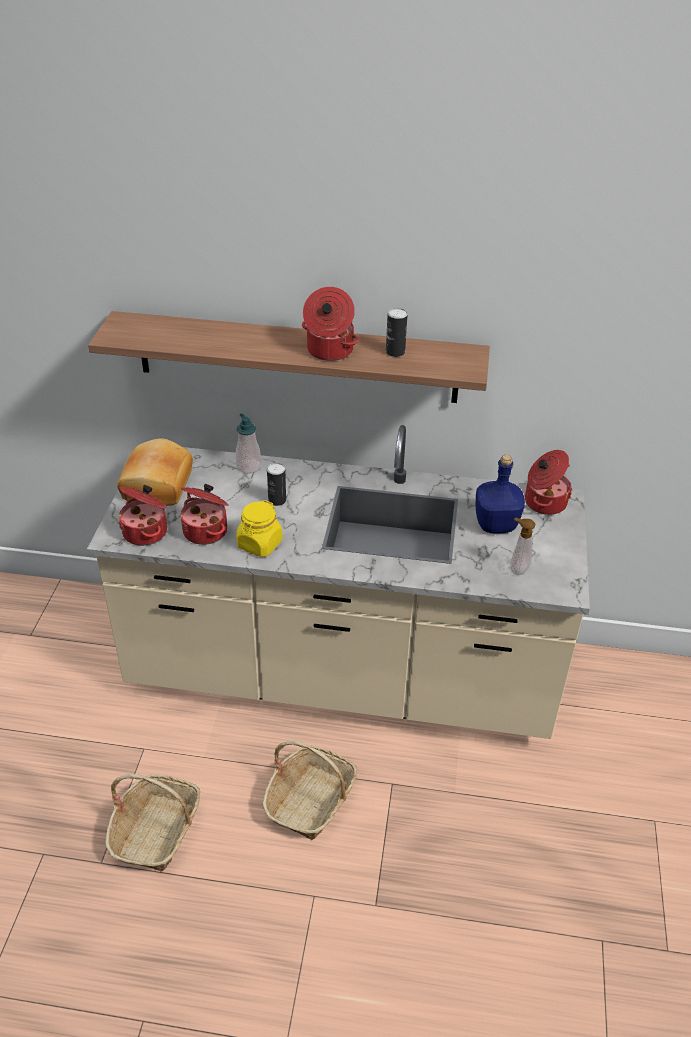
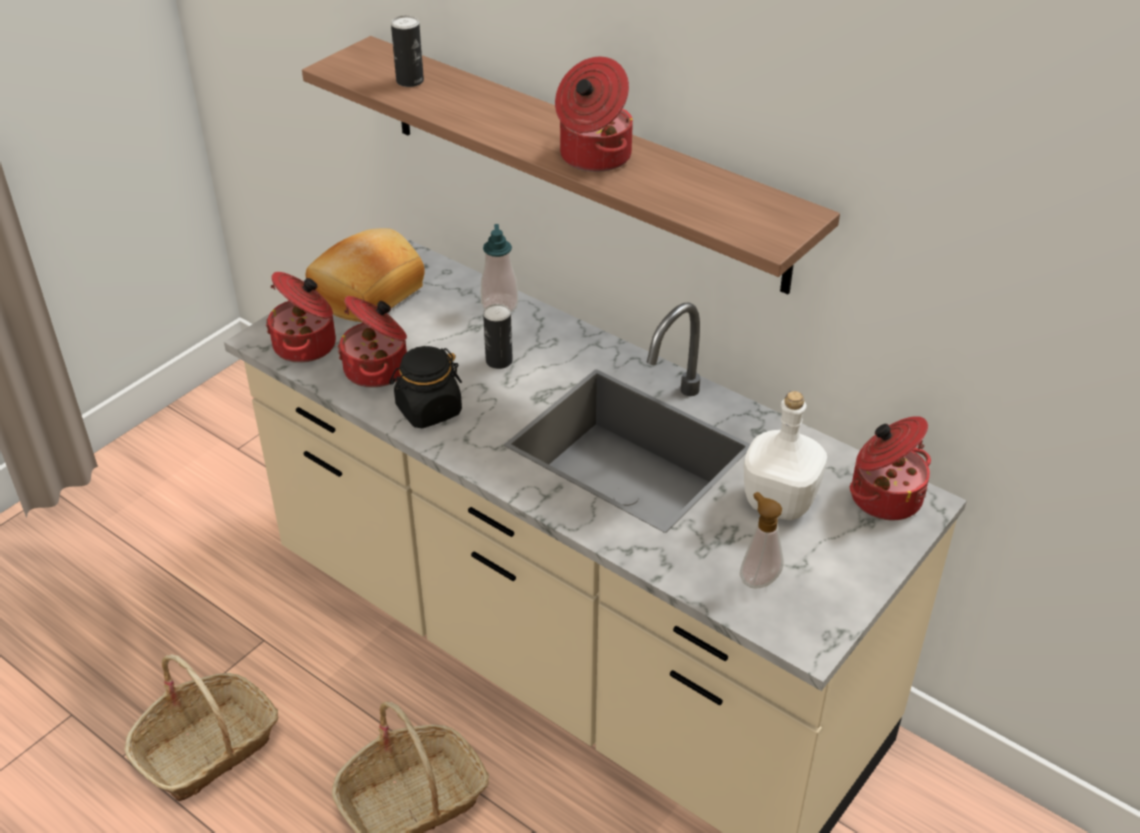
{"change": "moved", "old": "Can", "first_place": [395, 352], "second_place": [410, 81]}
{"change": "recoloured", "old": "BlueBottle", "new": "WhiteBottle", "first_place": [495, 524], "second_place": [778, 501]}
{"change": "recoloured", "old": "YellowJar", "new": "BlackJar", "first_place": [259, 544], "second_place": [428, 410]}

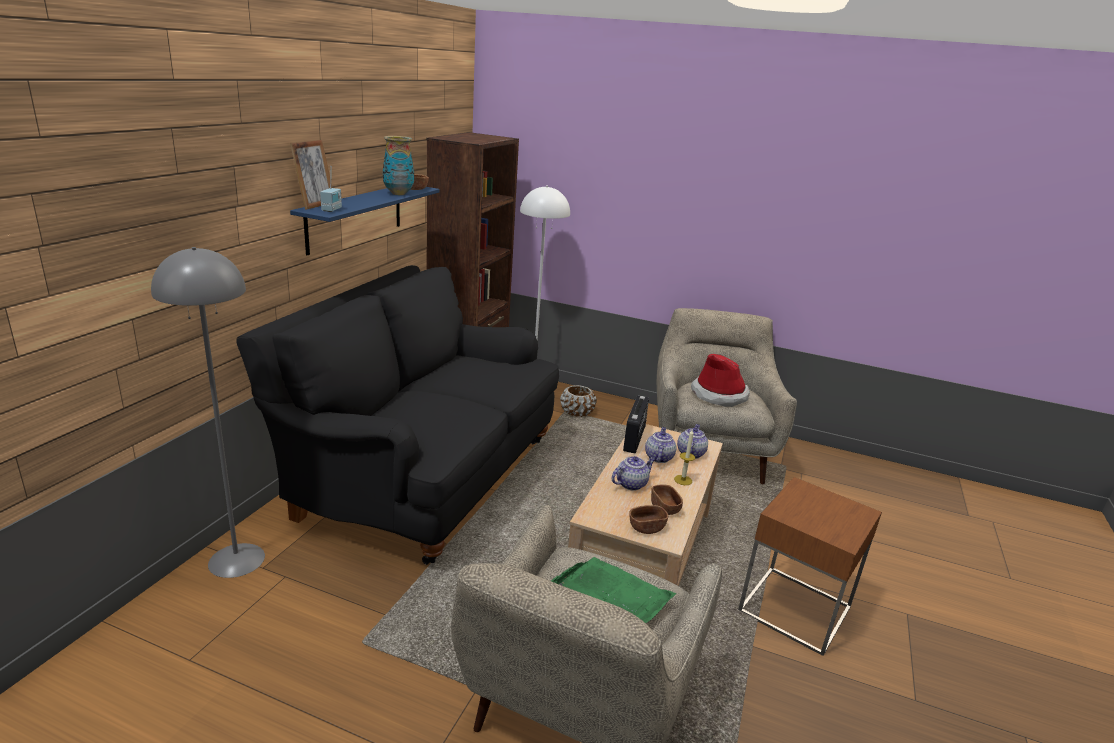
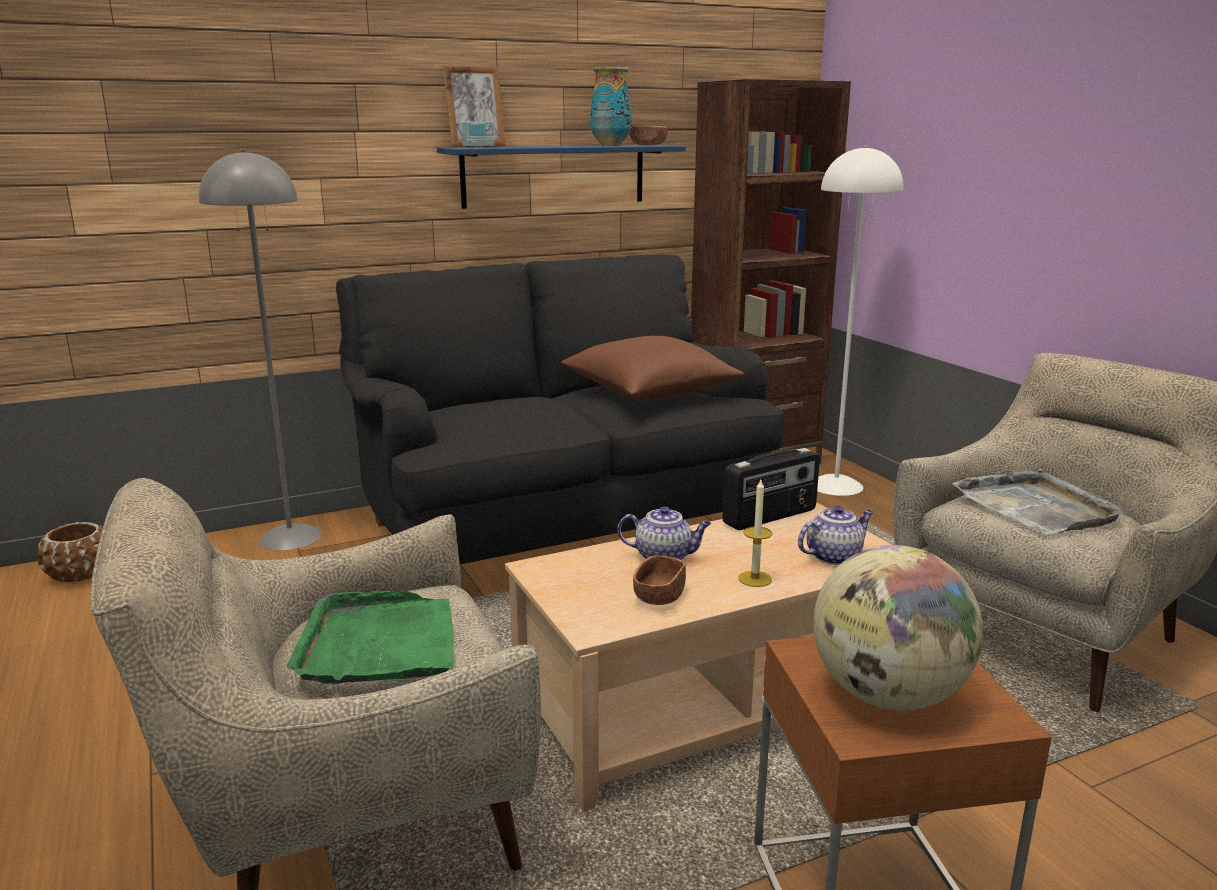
{"change": "replaced", "old": "Hat", "new": "GreyTray", "first_place": [719, 395], "second_place": [1036, 507]}
{"change": "moved", "old": "BrownPlanter", "first_place": [576, 412], "second_place": [81, 573]}
{"change": "removed", "old": "Teapot", "first_place": [658, 457]}
{"change": "removed", "old": "BrownBowl", "first_place": [646, 528]}
{"change": "added", "new": "BrownPillow", "second_place": [650, 392]}
{"change": "added", "new": "Globe", "second_place": [887, 695]}

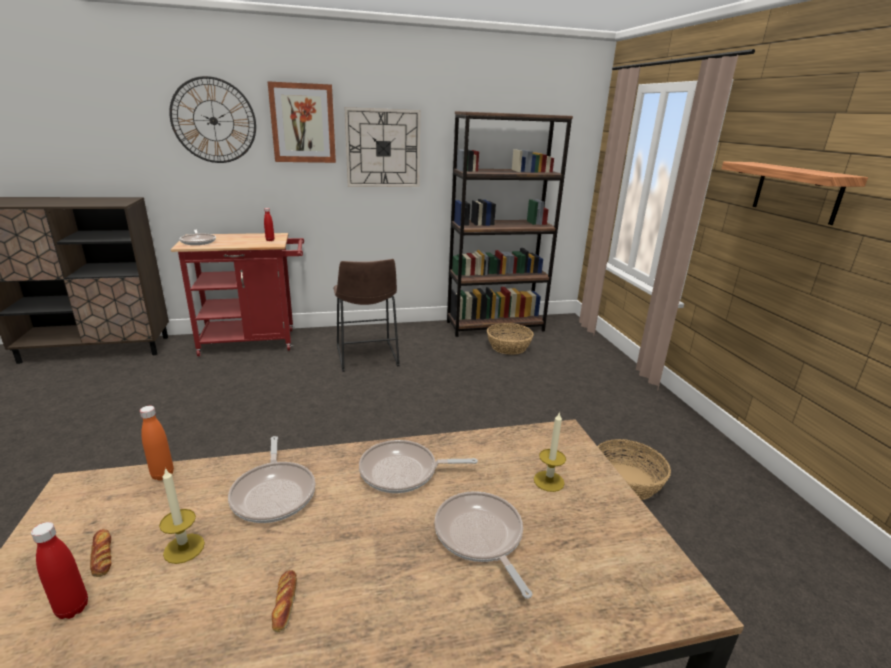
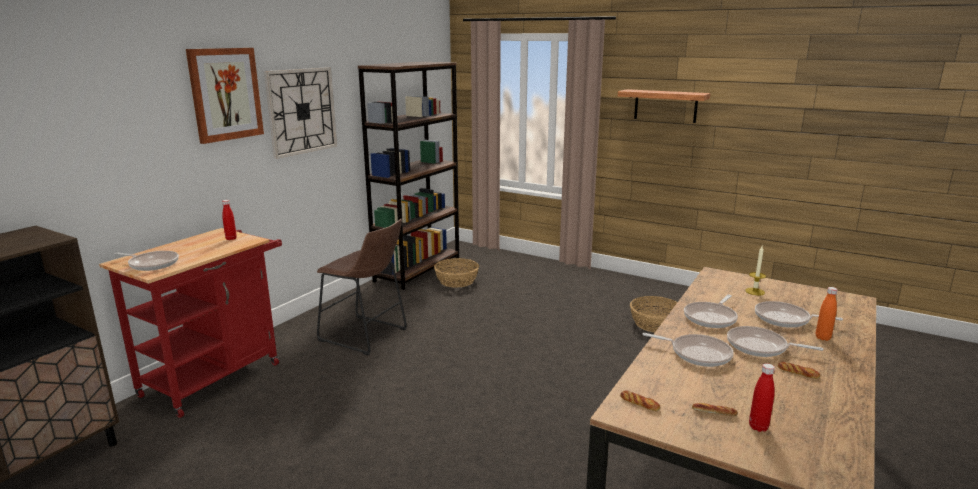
{"change": "removed", "old": "WallClock", "first_place": [213, 121]}
{"change": "moved", "old": "OrangeBottle", "first_place": [162, 475], "second_place": [822, 338]}
{"change": "removed", "old": "Candle", "first_place": [184, 548]}
{"change": "added", "new": "FryingPan", "second_place": [760, 347]}
{"change": "added", "new": "Bread", "second_place": [639, 403]}

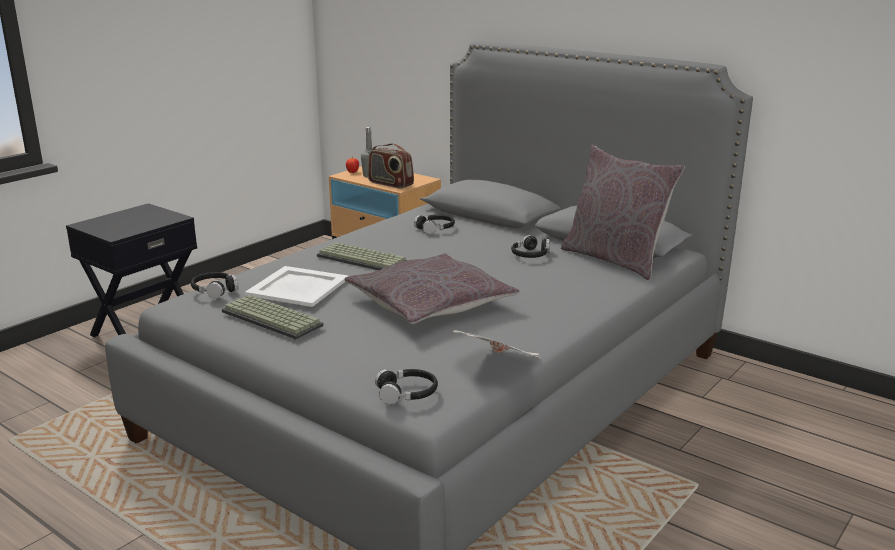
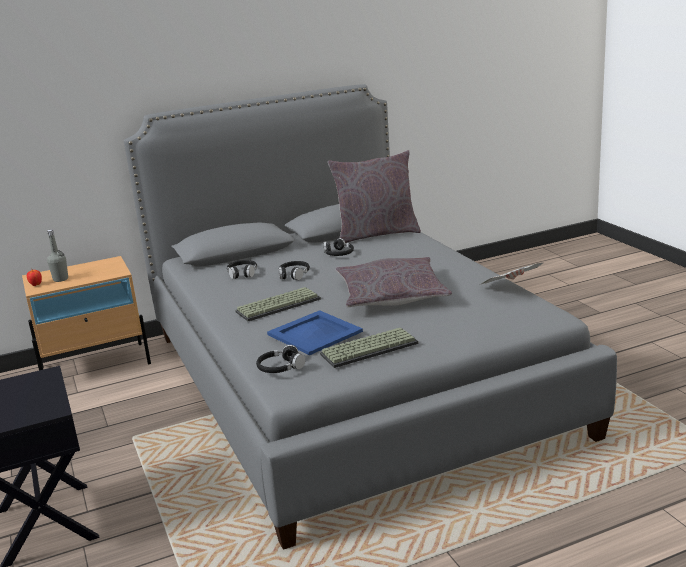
{"change": "removed", "old": "Radio", "first_place": [390, 184]}
{"change": "recoloured", "old": "WhiteTray", "new": "BlueTray", "first_place": [298, 287], "second_place": [315, 333]}
{"change": "moved", "old": "BlackHeadphones", "first_place": [407, 393], "second_place": [294, 275]}

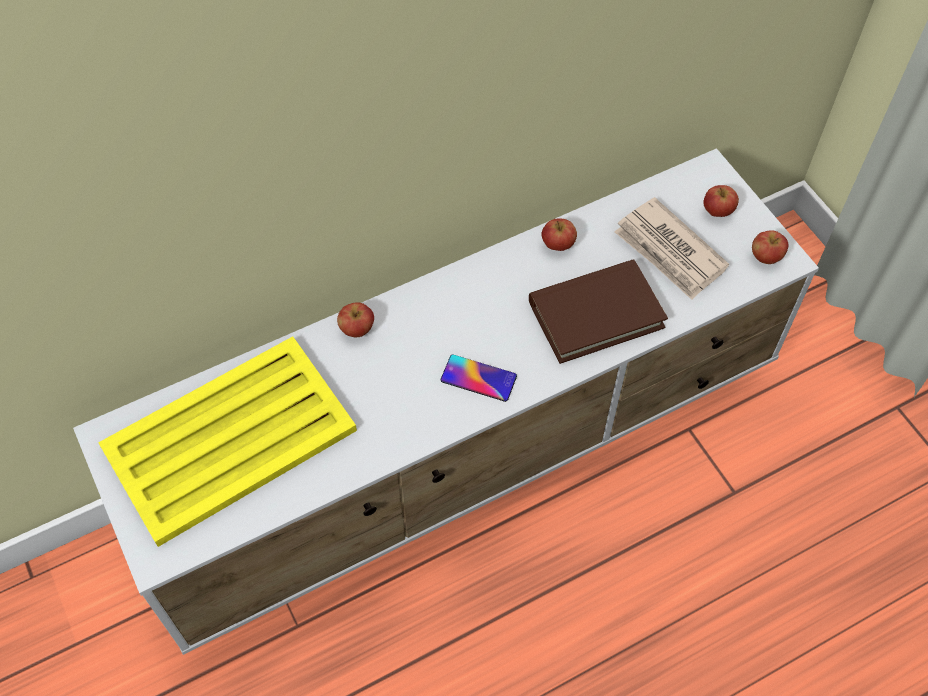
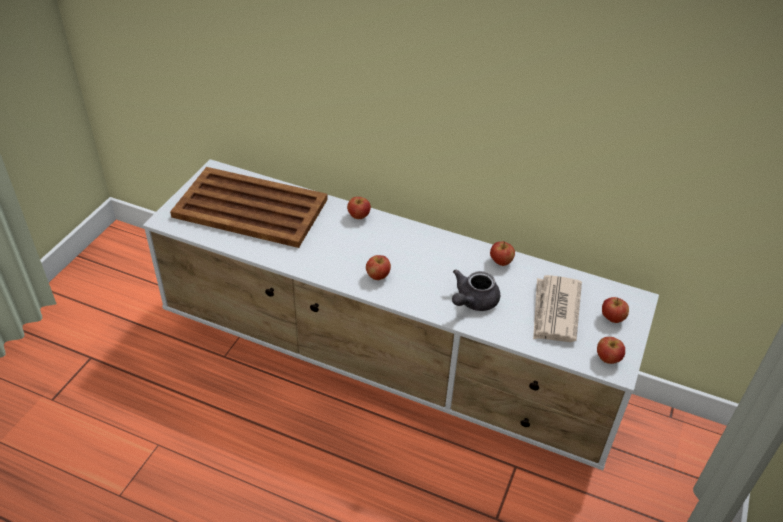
{"change": "replaced", "old": "BrownBook", "new": "GreyTeapot", "first_place": [596, 314], "second_place": [473, 301]}
{"change": "recoloured", "old": "YellowTray", "new": "BrownTray", "first_place": [232, 438], "second_place": [252, 209]}
{"change": "replaced", "old": "Phone", "new": "Apple", "first_place": [478, 378], "second_place": [377, 276]}

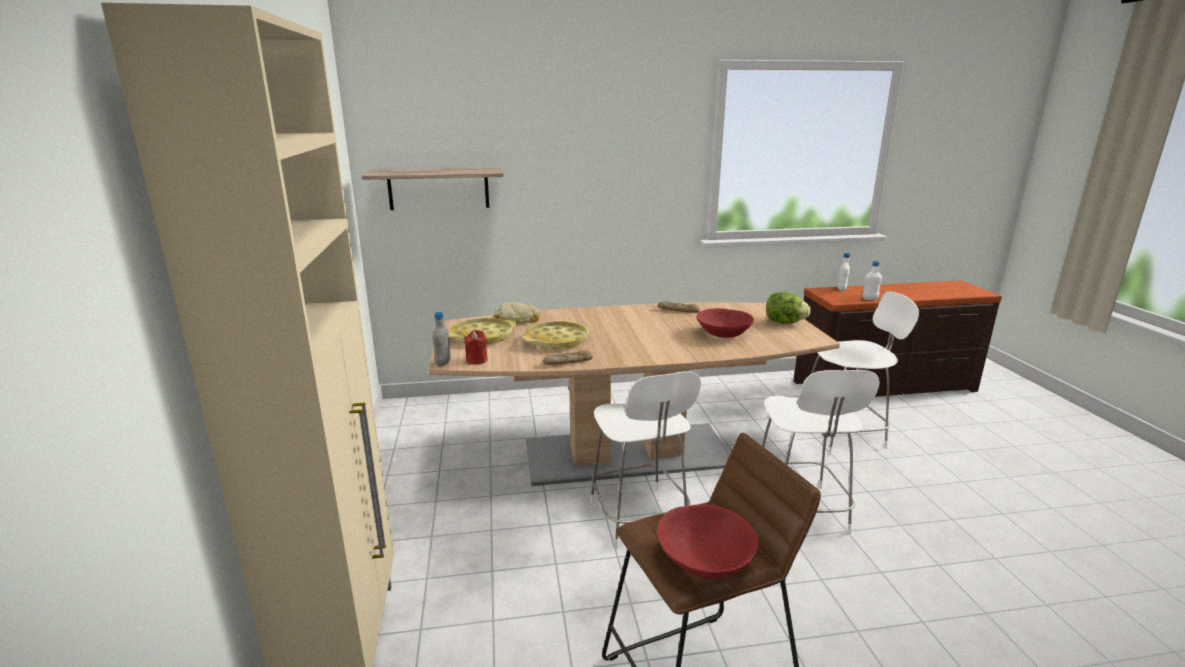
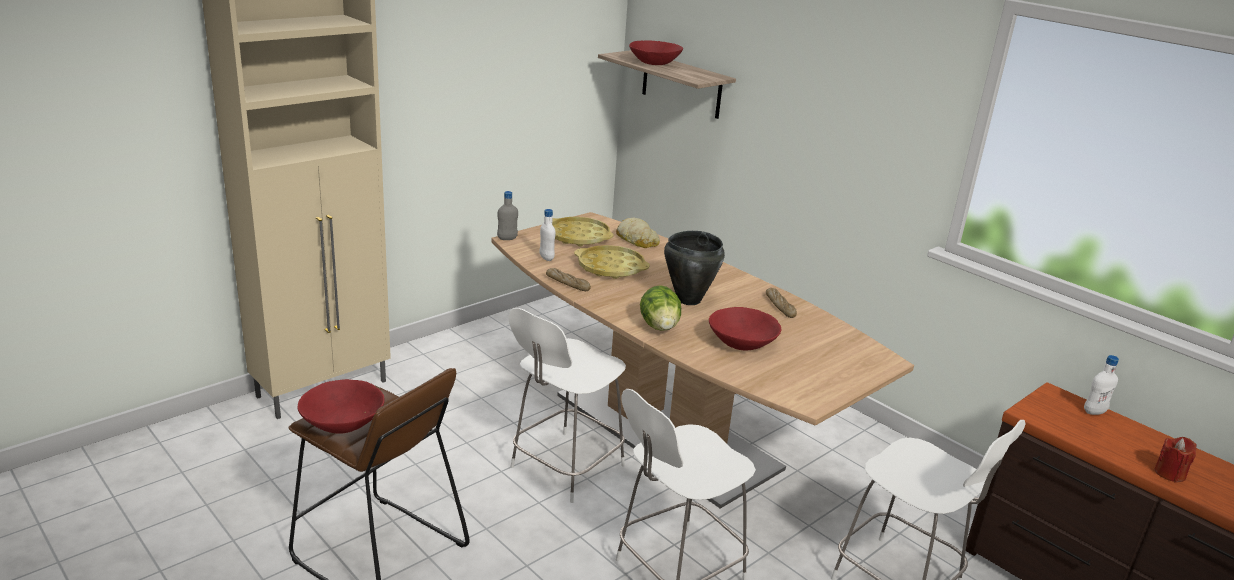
{"change": "moved", "old": "WhiteBottle", "first_place": [869, 299], "second_place": [546, 258]}
{"change": "moved", "old": "Lettuce", "first_place": [784, 322], "second_place": [659, 327]}
{"change": "moved", "old": "RedCandle", "first_place": [476, 360], "second_place": [1169, 473]}
{"change": "added", "new": "RedBowl", "second_place": [654, 63]}
{"change": "added", "new": "BlackCookingPot", "second_place": [688, 300]}

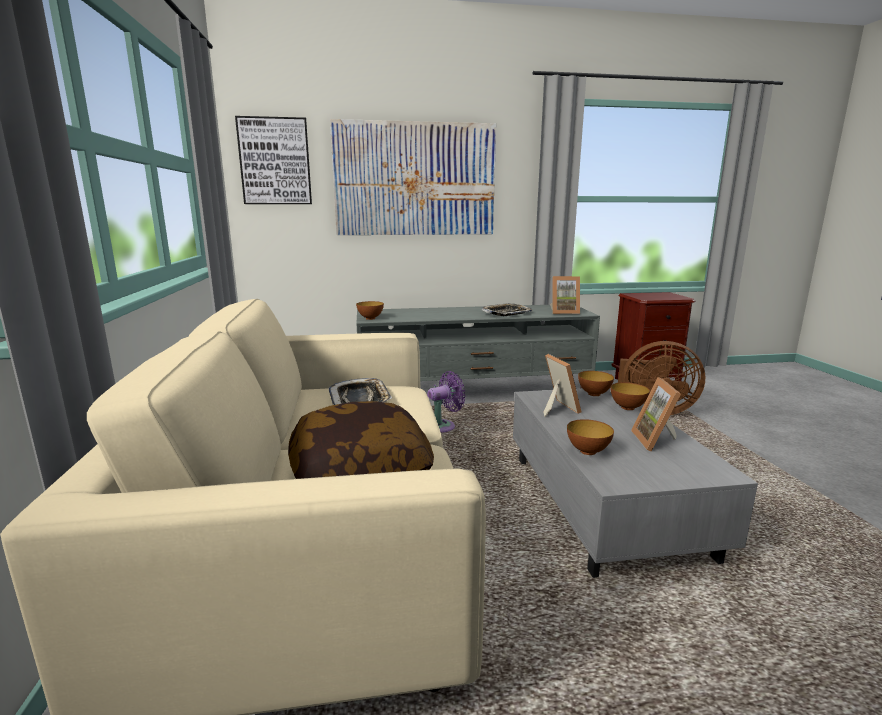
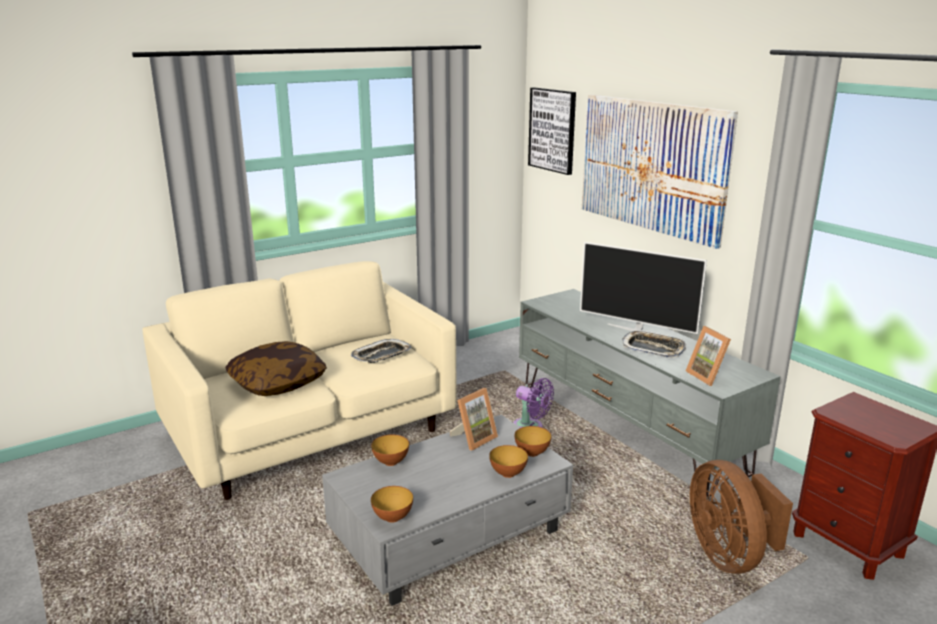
{"change": "moved", "old": "Bowl", "first_place": [370, 318], "second_place": [392, 518]}
{"change": "removed", "old": "PictureFrame", "first_place": [657, 441]}
{"change": "added", "new": "Television", "second_place": [637, 329]}

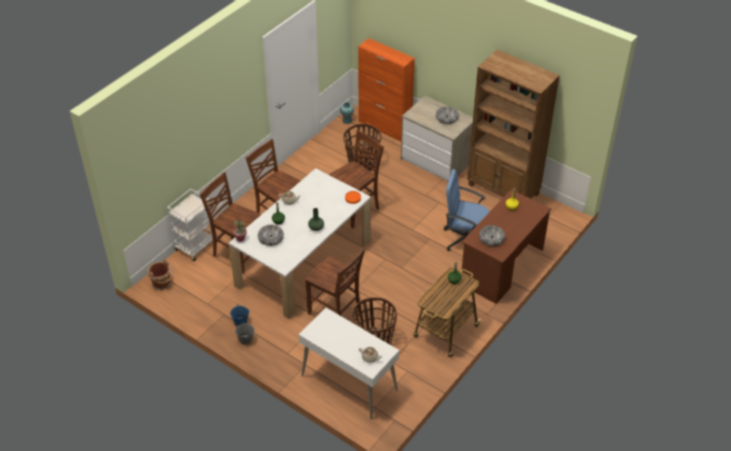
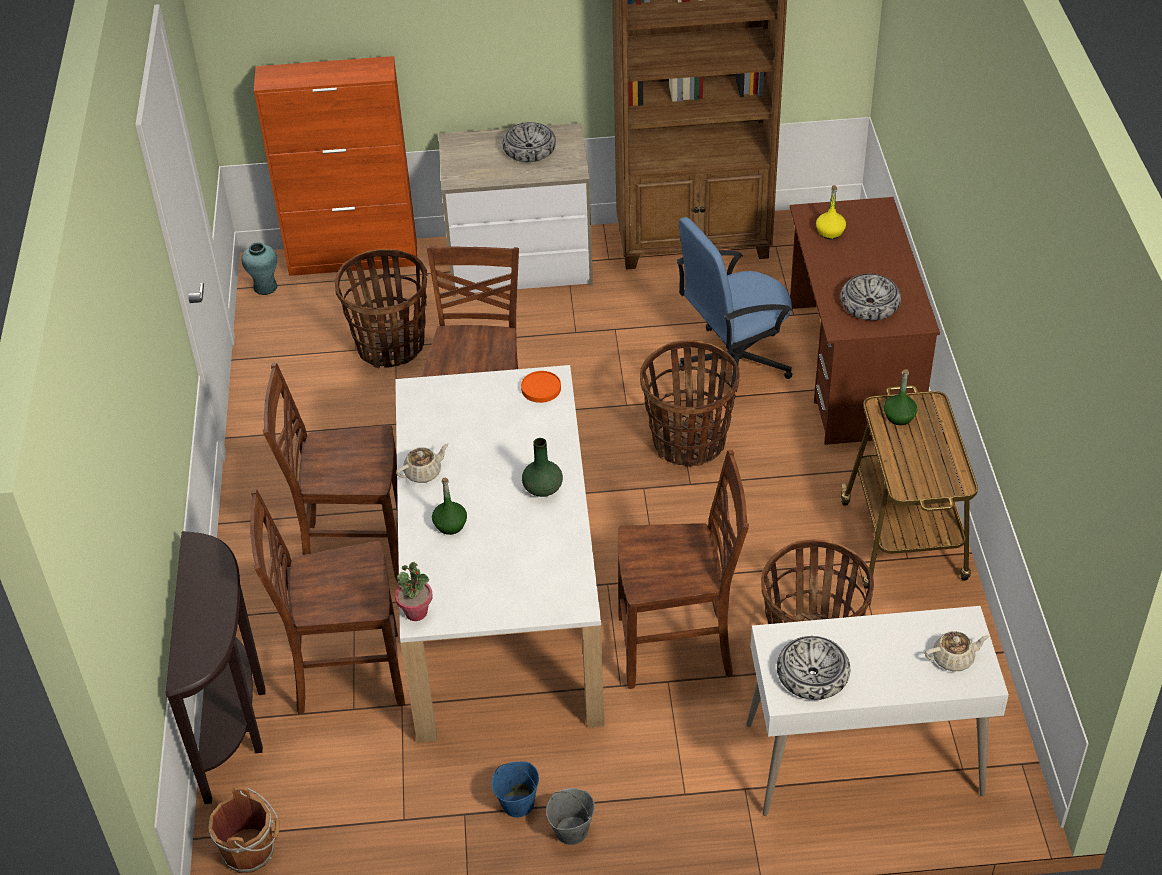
{"change": "replaced", "old": "WhiteCart", "new": "BrownConsoleTable", "first_place": [196, 246], "second_place": [236, 721]}
{"change": "moved", "old": "Bowl", "first_place": [270, 238], "second_place": [812, 675]}
{"change": "added", "new": "Basket", "second_place": [688, 442]}

